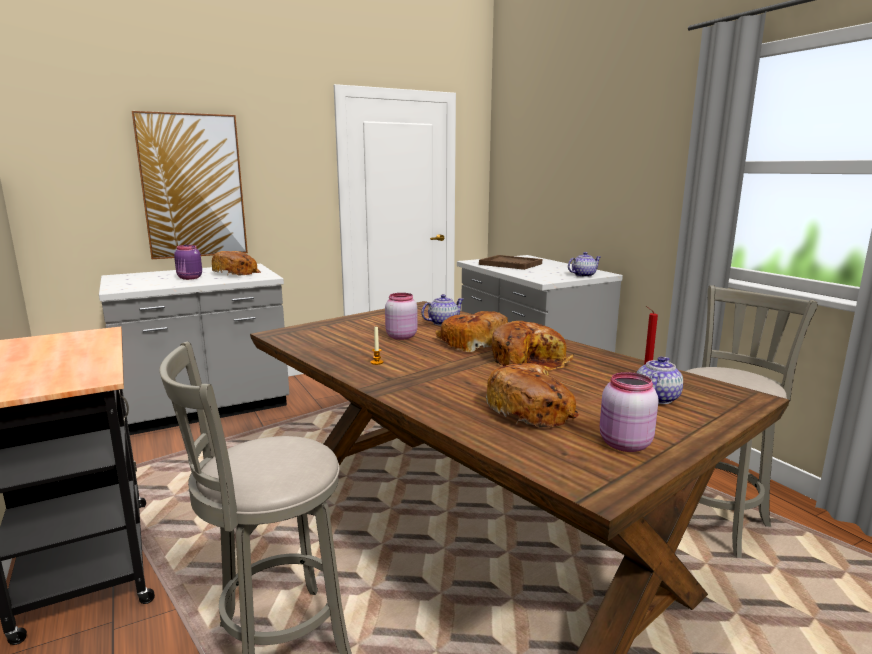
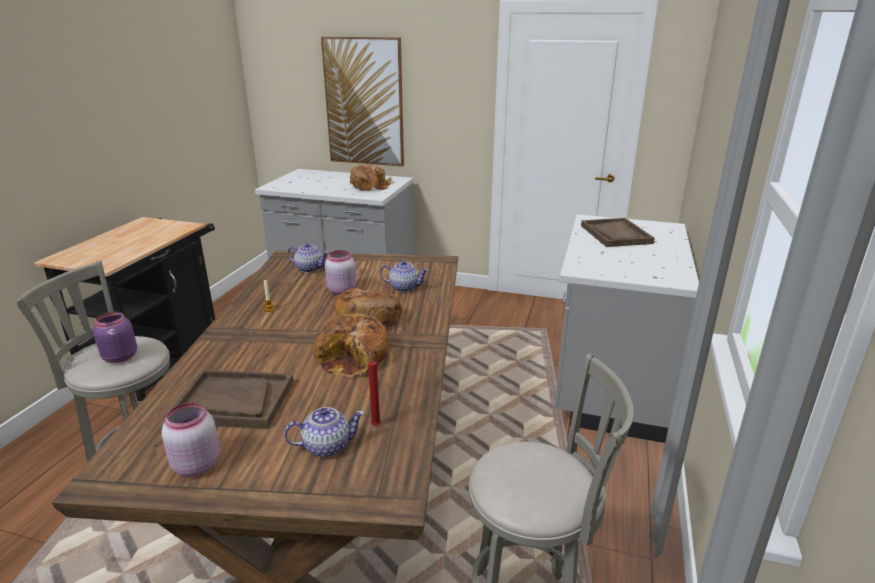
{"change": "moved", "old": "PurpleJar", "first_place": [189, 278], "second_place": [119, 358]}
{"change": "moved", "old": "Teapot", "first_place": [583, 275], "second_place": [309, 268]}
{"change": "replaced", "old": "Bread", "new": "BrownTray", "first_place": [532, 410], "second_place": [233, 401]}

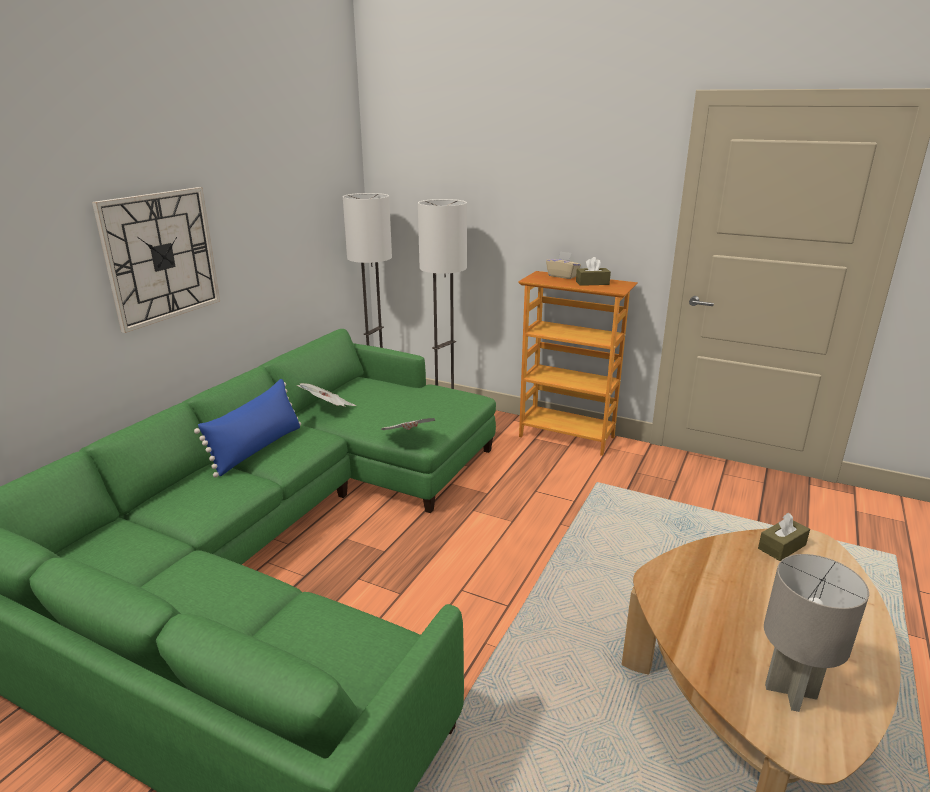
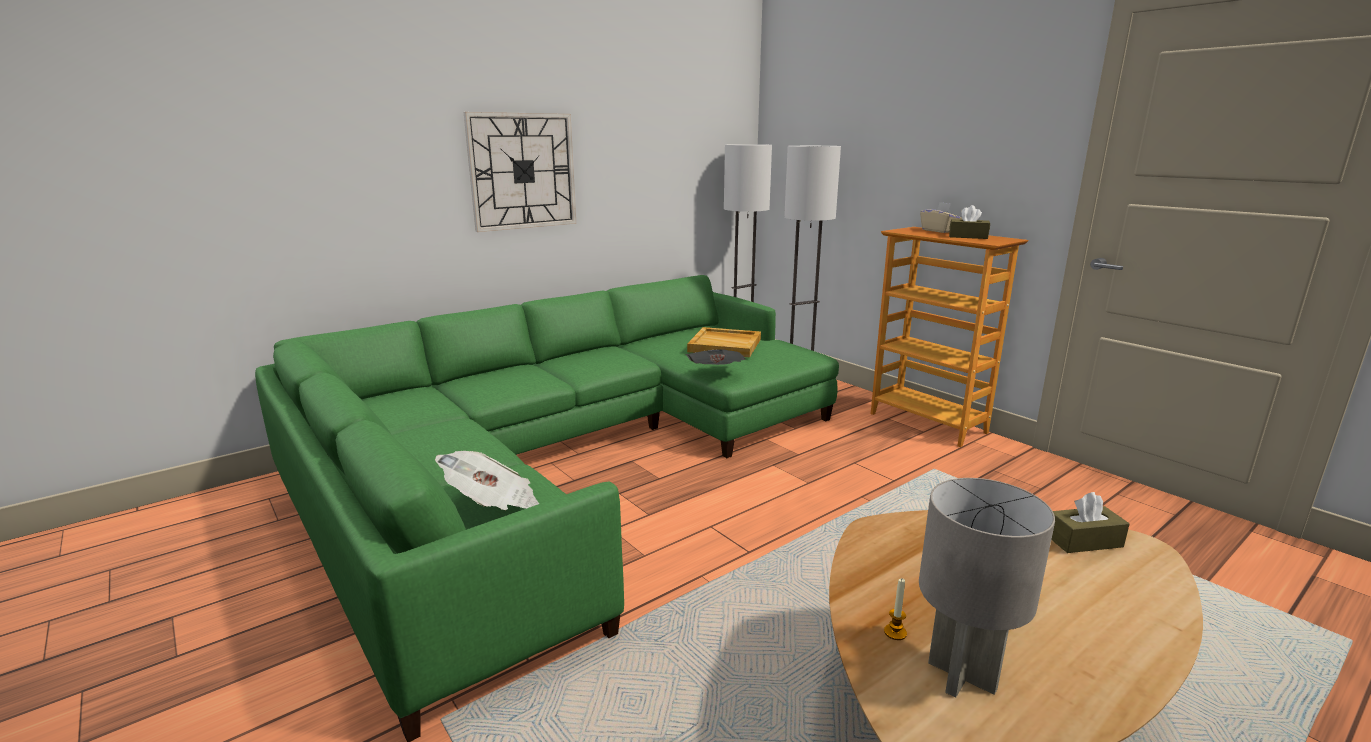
{"change": "removed", "old": "BluePillow", "first_place": [257, 449]}
{"change": "moved", "old": "Newspaper", "first_place": [328, 408], "second_place": [493, 504]}
{"change": "added", "new": "BeigeTray", "second_place": [725, 345]}
{"change": "added", "new": "Candle", "second_place": [895, 632]}

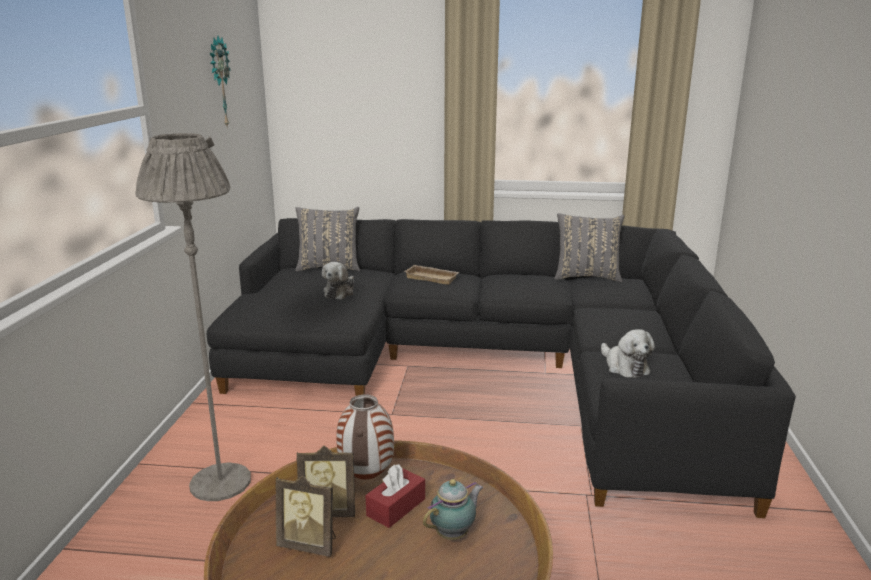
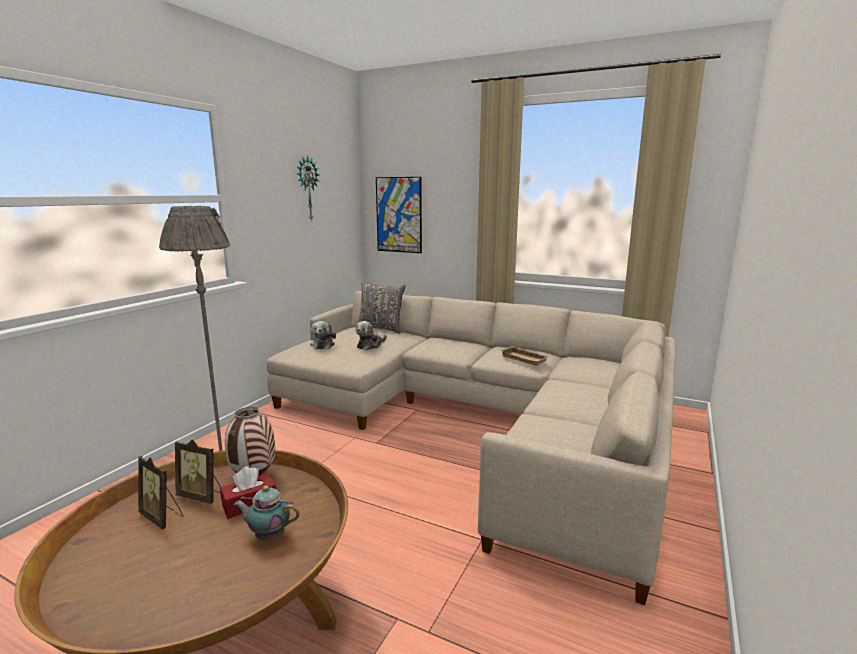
{"change": "removed", "old": "GreyPillow", "first_place": [586, 277]}
{"change": "recoloured", "old": "BlackSofa", "new": "BeigeSofa", "first_place": [489, 367], "second_place": [478, 420]}
{"change": "moved", "old": "BeigeTray", "first_place": [433, 278], "second_place": [525, 358]}
{"change": "moved", "old": "PlushToy", "first_place": [624, 366], "second_place": [323, 345]}
{"change": "turned", "old": "Teapot", "first_place": [454, 534], "second_place": [268, 536], "degrees": -150}
{"change": "added", "new": "Picture", "second_place": [399, 215]}

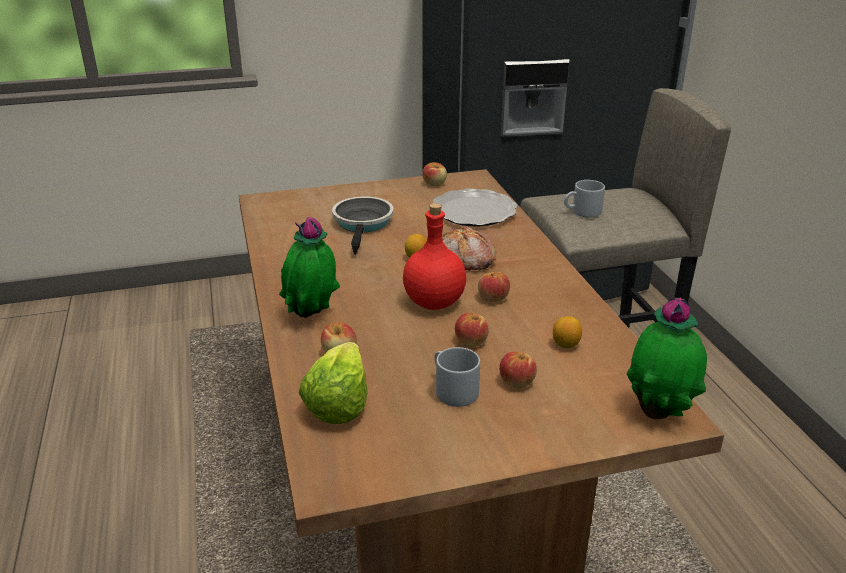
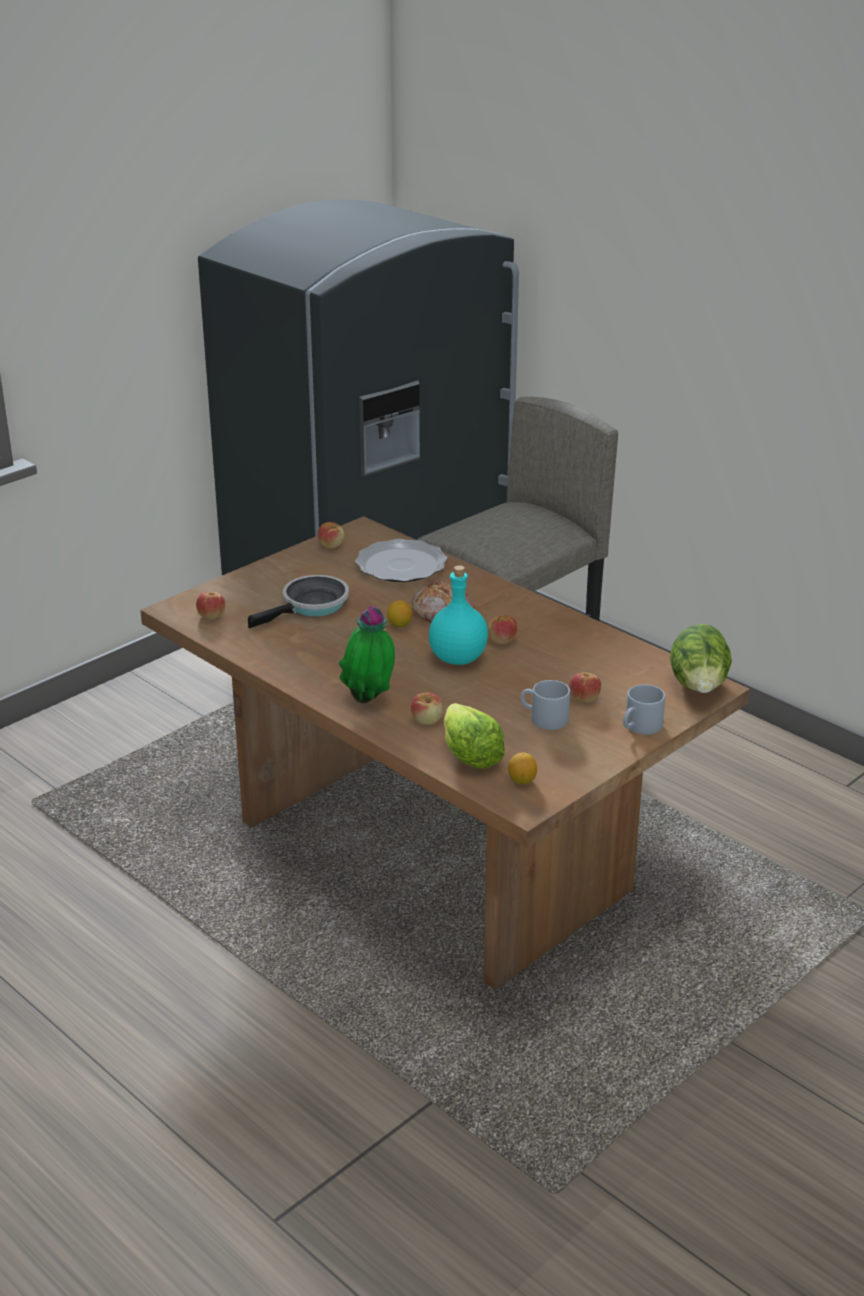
{"change": "moved", "old": "GreyMug", "first_place": [582, 212], "second_place": [640, 727]}
{"change": "turned", "old": "FryingPan", "first_place": [363, 224], "second_place": [311, 606], "degrees": 75}
{"change": "recoloured", "old": "RedBottle", "new": "TurquoiseBottle", "first_place": [434, 303], "second_place": [458, 659]}
{"change": "replaced", "old": "PottedPlant", "new": "Lettuce", "first_place": [659, 413], "second_place": [699, 688]}
{"change": "moved", "old": "Apple", "first_place": [471, 341], "second_place": [211, 615]}
{"change": "moved", "old": "Lemon", "first_place": [565, 344], "second_place": [522, 780]}

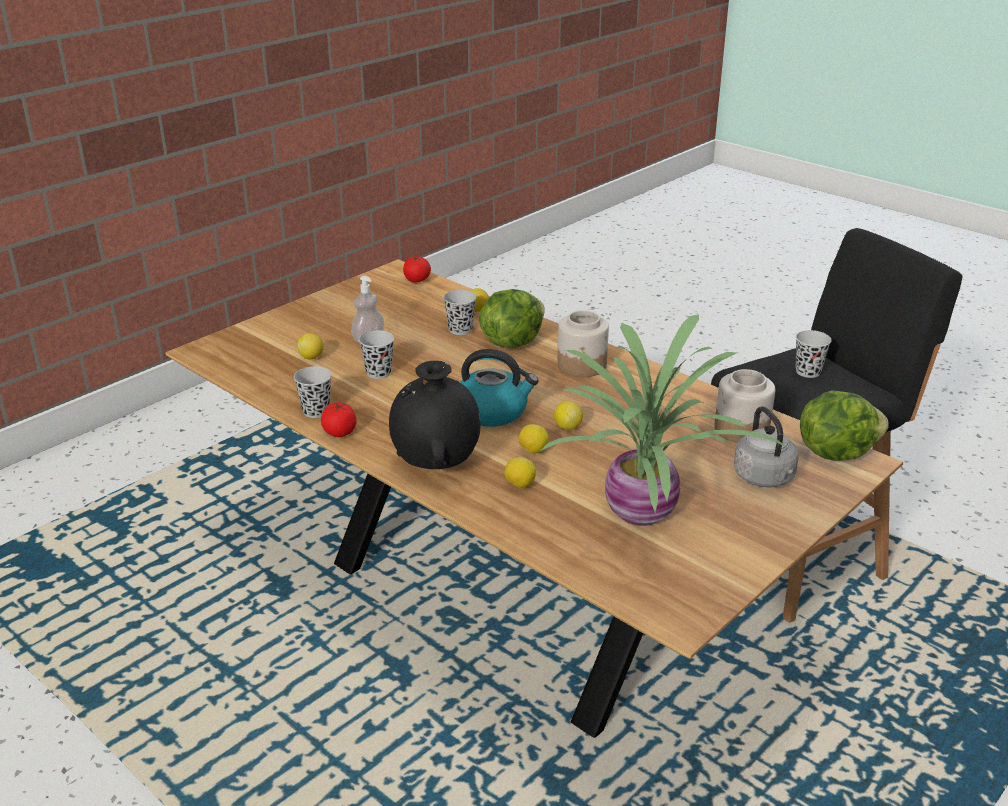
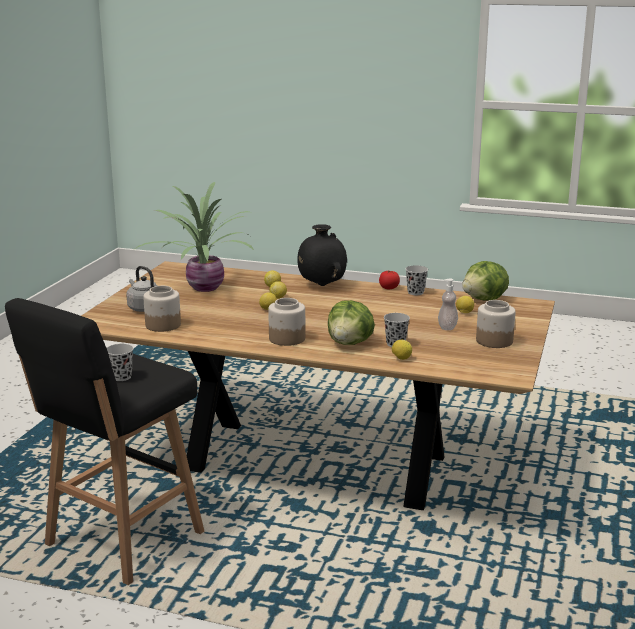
{"change": "removed", "old": "Tomato", "first_place": [417, 280]}
{"change": "removed", "old": "BlackCup", "first_place": [378, 373]}
{"change": "removed", "old": "Kettle", "first_place": [493, 412]}
{"change": "moved", "old": "Lettuce", "first_place": [835, 452], "second_place": [484, 300]}
{"change": "added", "new": "Jar", "second_place": [493, 341]}

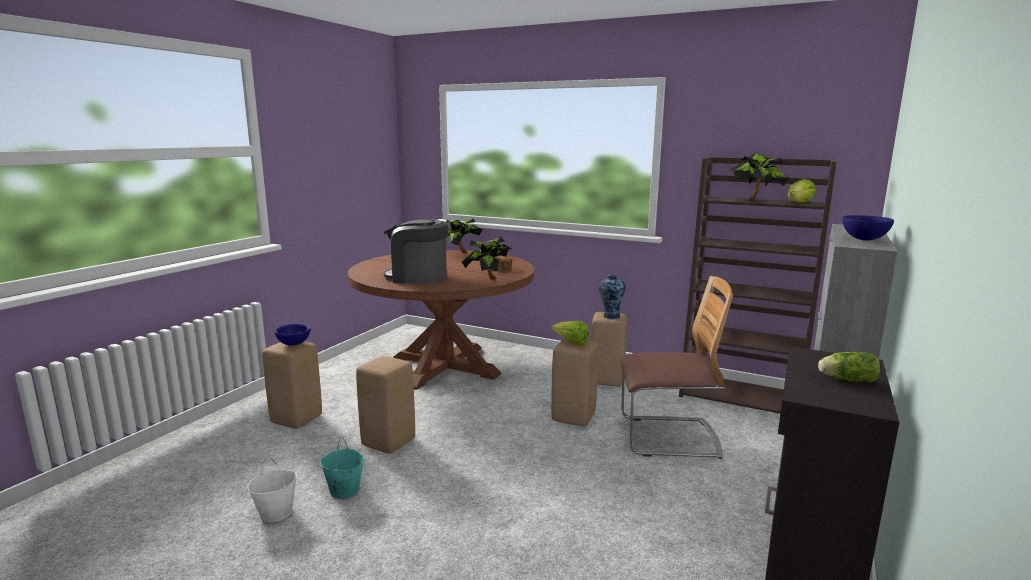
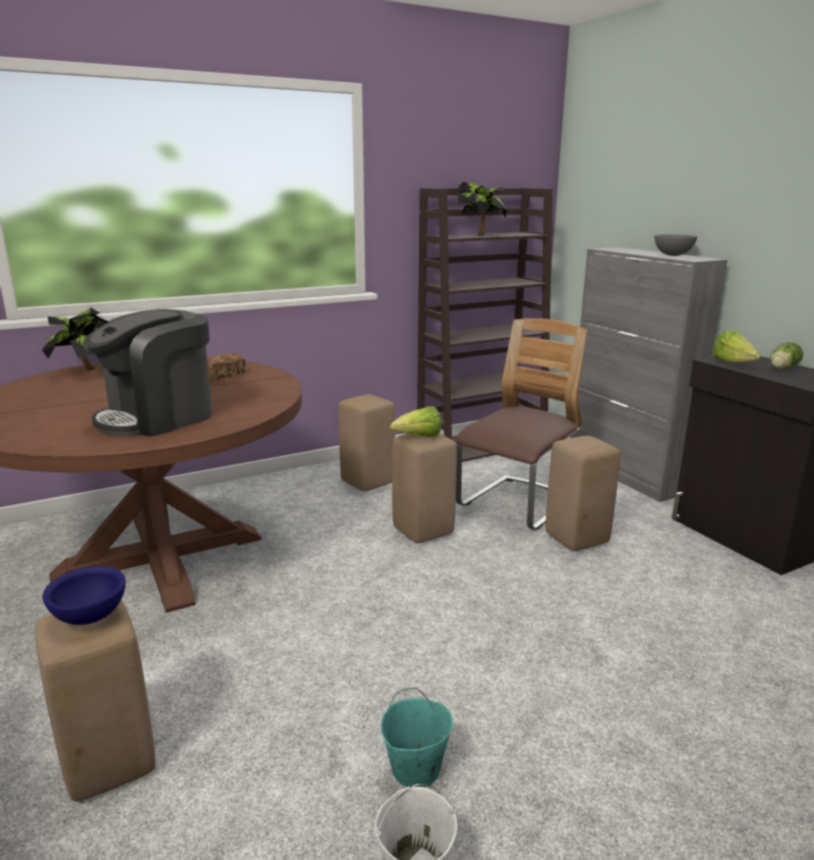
{"change": "moved", "old": "Lettuce", "first_place": [798, 203], "second_place": [733, 364]}
{"change": "recoloured", "old": "BlueBowl", "new": "GreyBowl", "first_place": [865, 239], "second_place": [673, 255]}
{"change": "removed", "old": "PottedPlant", "first_place": [488, 280]}
{"change": "removed", "old": "Vase", "first_place": [610, 316]}
{"change": "moved", "old": "BeigeStool", "first_place": [387, 443], "second_place": [576, 539]}

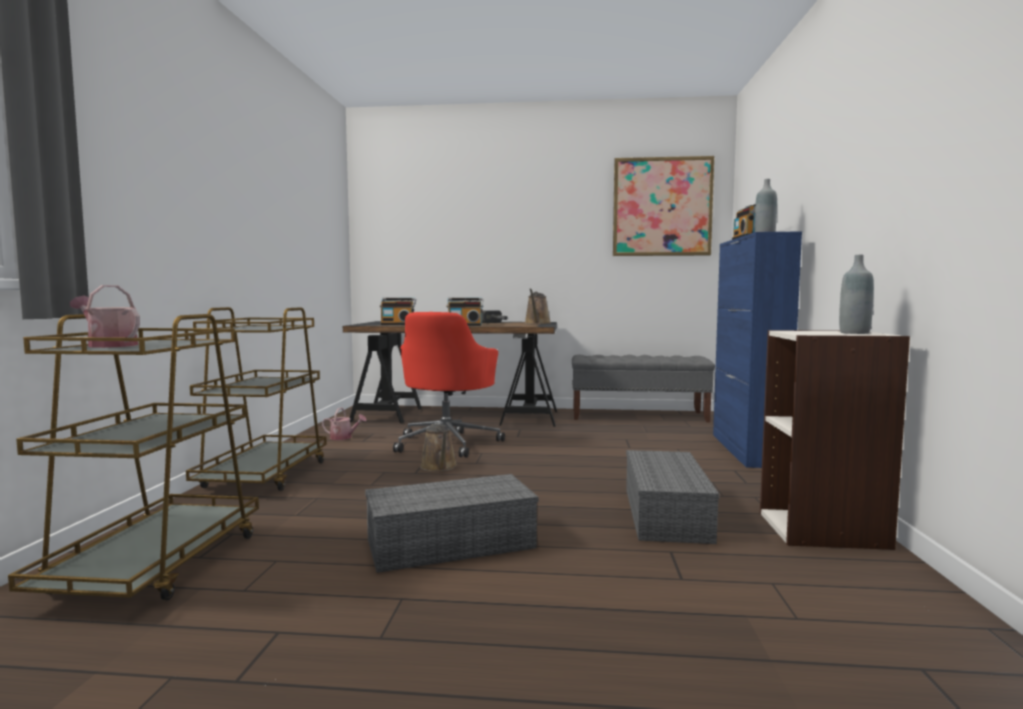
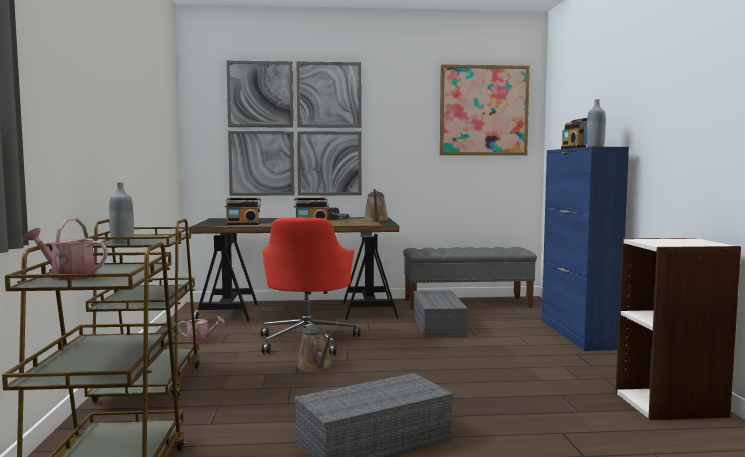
{"change": "moved", "old": "GreyBottle", "first_place": [854, 333], "second_place": [122, 242]}
{"change": "moved", "old": "GreyStorageBox", "first_place": [667, 514], "second_place": [439, 326]}
{"change": "added", "new": "Picture", "second_place": [295, 129]}

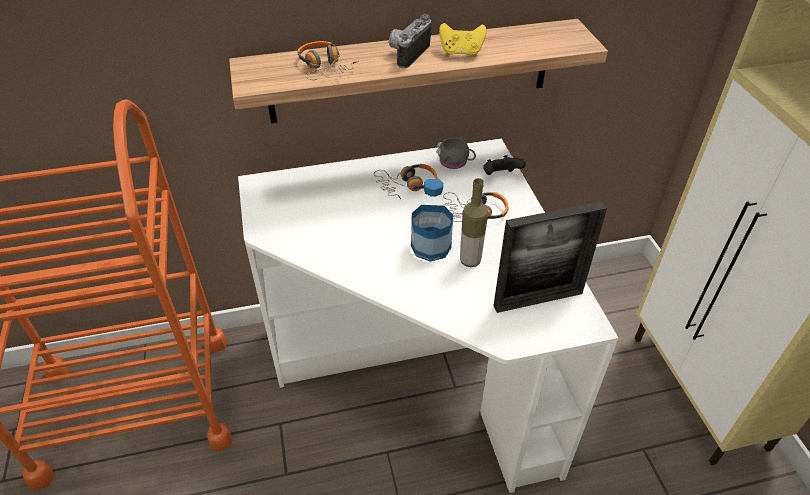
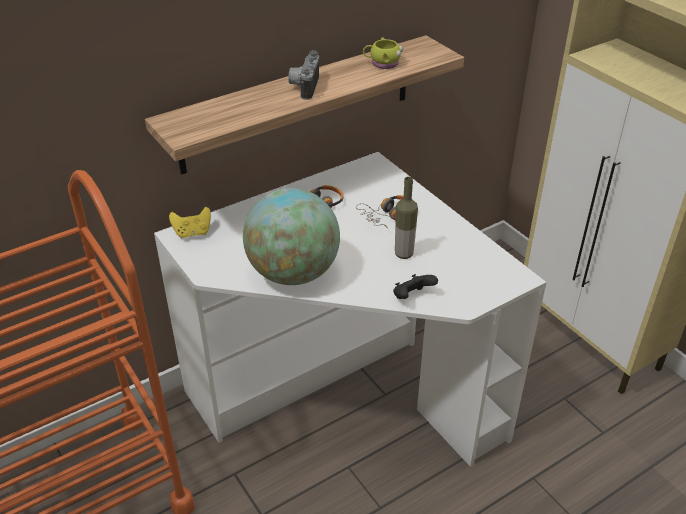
{"change": "moved", "old": "YellowGameController", "first_place": [461, 53], "second_place": [192, 233]}
{"change": "removed", "old": "Headphones", "first_place": [324, 67]}
{"change": "removed", "old": "GreyMug", "first_place": [455, 162]}
{"change": "moved", "old": "BlackGameController", "first_place": [500, 176], "second_place": [412, 297]}
{"change": "removed", "old": "Bottle", "first_place": [431, 246]}
{"change": "removed", "old": "PictureFrame", "first_place": [538, 299]}
{"change": "added", "new": "YellowMug", "second_place": [382, 63]}
{"change": "added", "new": "Globe", "second_place": [293, 273]}

